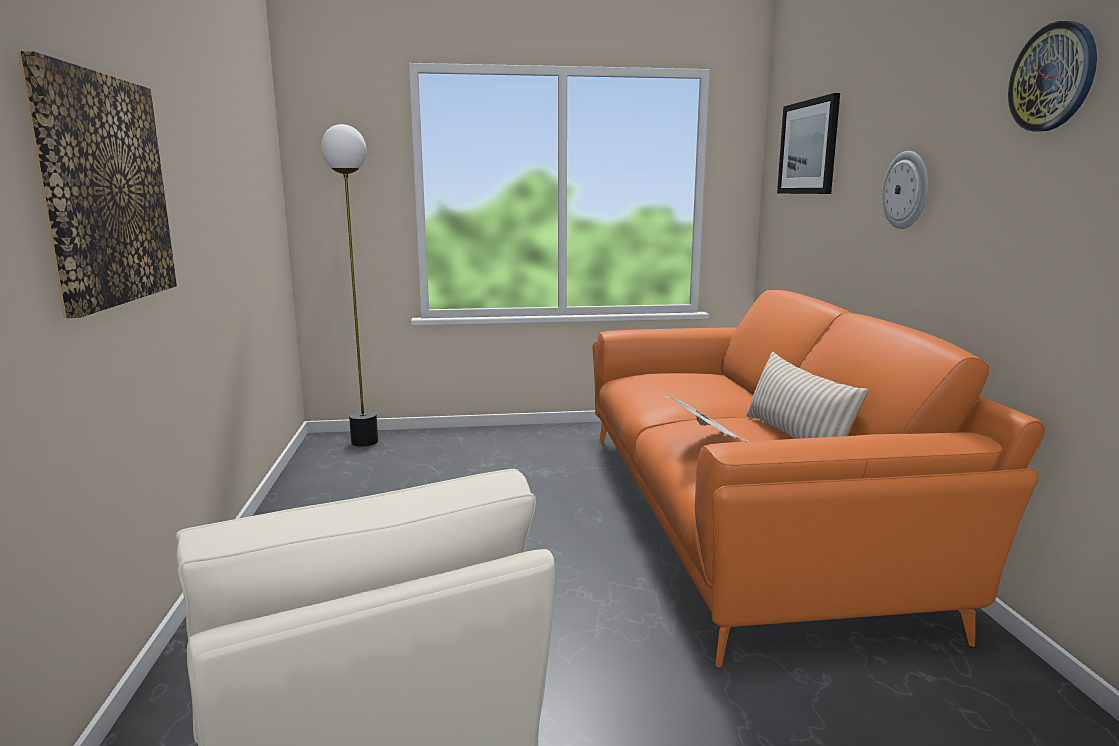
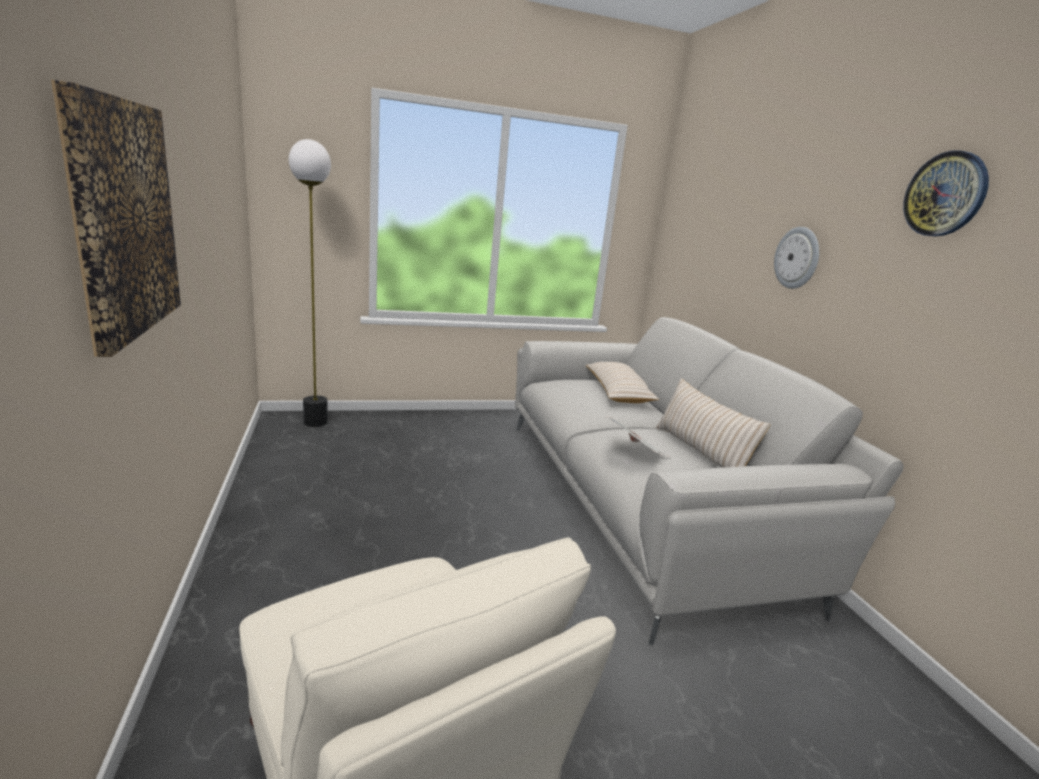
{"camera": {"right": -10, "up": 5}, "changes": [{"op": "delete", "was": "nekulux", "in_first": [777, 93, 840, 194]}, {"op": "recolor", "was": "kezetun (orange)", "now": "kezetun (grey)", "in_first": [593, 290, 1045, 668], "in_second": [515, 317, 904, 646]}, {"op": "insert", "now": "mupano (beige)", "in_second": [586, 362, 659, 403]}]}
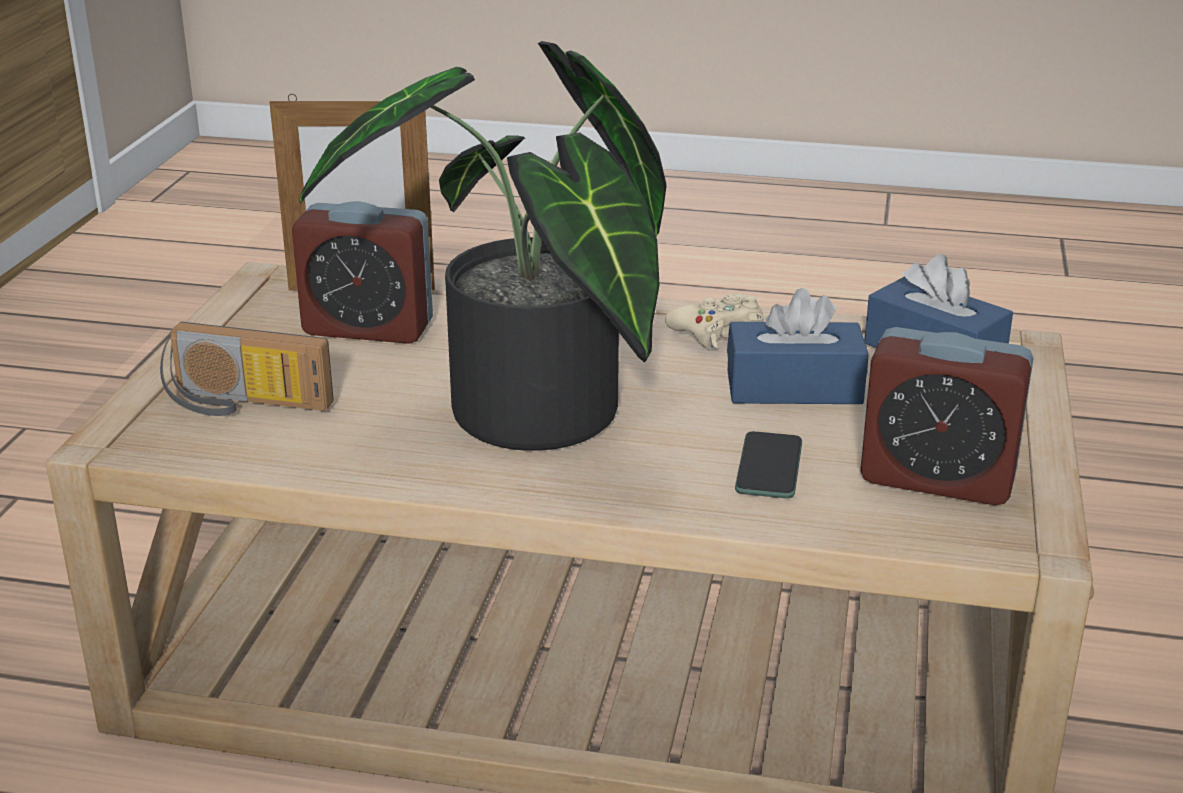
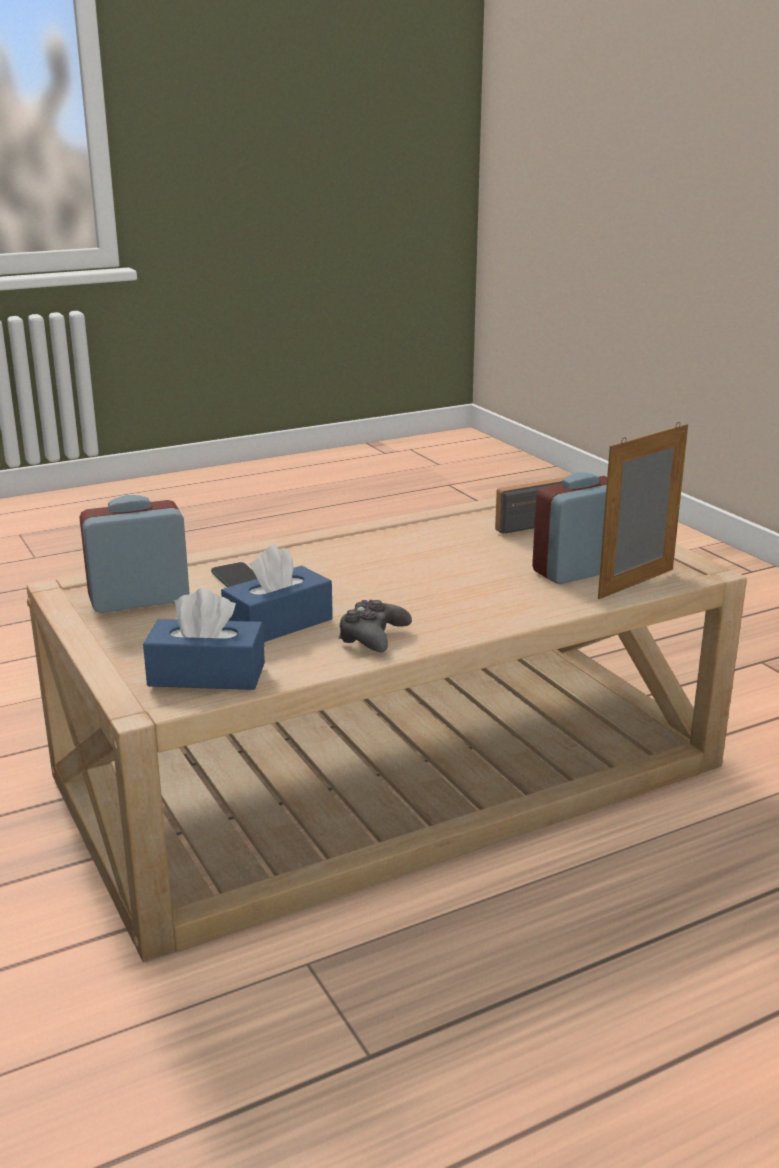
{"camera": {"right": 140, "up": -5}, "changes": [{"op": "delete", "was": "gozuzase", "in_first": [299, 41, 667, 451]}, {"op": "recolor", "was": "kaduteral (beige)", "now": "kaduteral (black)", "in_first": [665, 294, 763, 348], "in_second": [339, 600, 412, 652]}]}
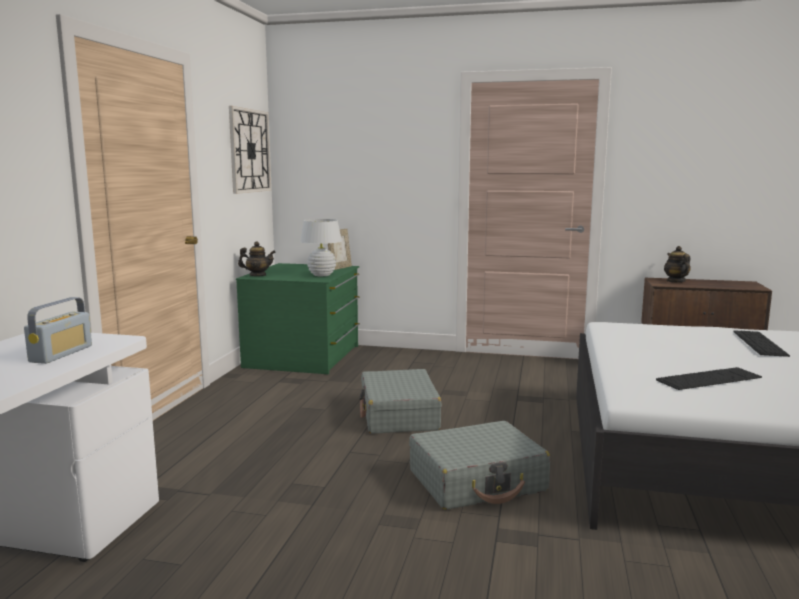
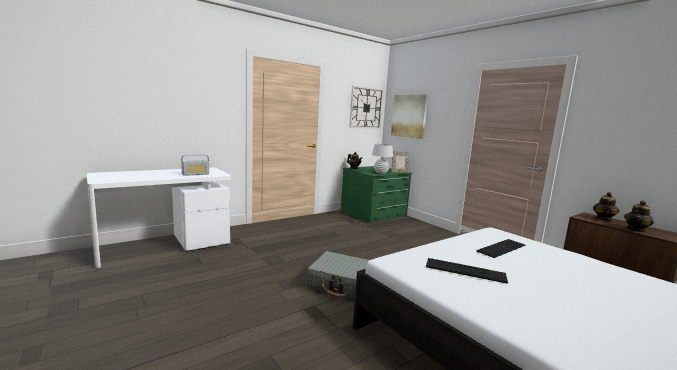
{"camera": {"right": 40, "up": 0}, "changes": [{"op": "move", "was": "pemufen", "in_first": [733, 330, 790, 357], "in_second": [476, 239, 525, 258]}, {"op": "delete", "was": "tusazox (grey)", "in_first": [359, 369, 442, 434]}, {"op": "insert", "now": "nekulux", "in_second": [391, 94, 428, 139]}, {"op": "insert", "now": "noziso", "in_second": [624, 201, 654, 233]}]}
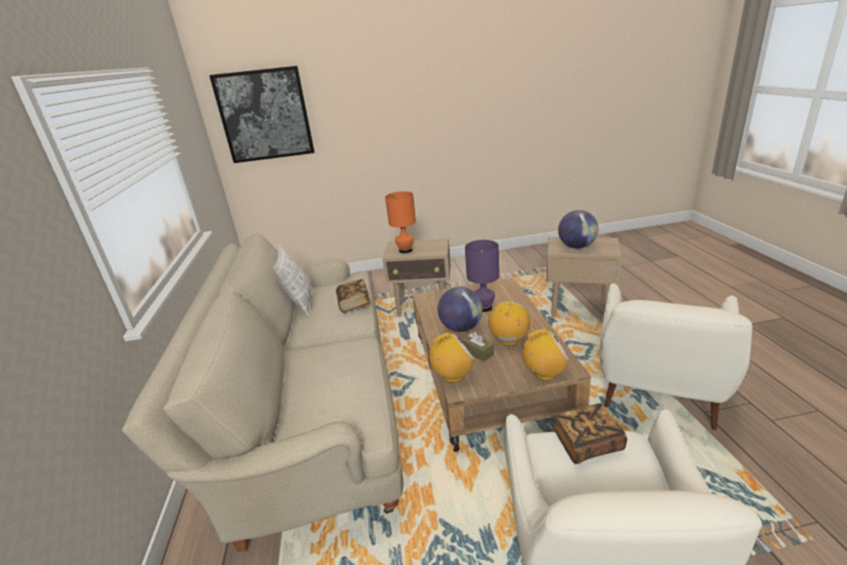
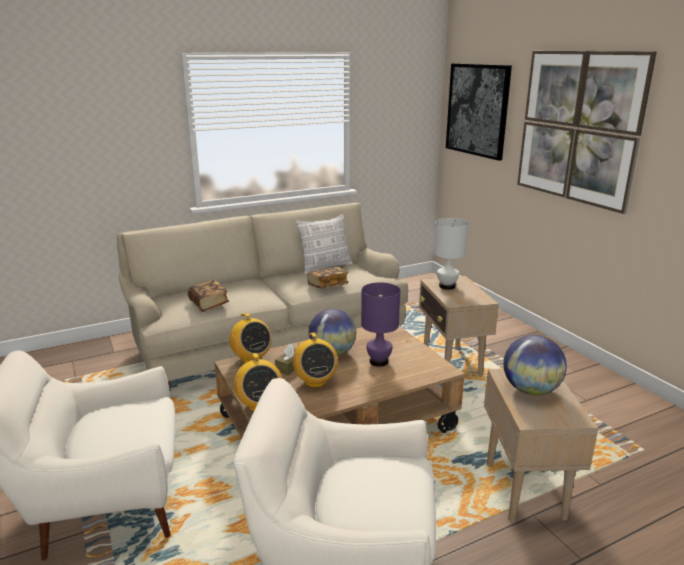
{"camera": {"right": 70, "up": -5}, "changes": [{"op": "recolor", "was": "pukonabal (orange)", "now": "pukonabal (white)", "in_first": [385, 191, 416, 253], "in_second": [434, 218, 468, 290]}, {"op": "rotate", "was": "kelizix", "in_first": [488, 300, 530, 346], "in_second": [293, 332, 338, 388], "clockwise": 75}, {"op": "move", "was": "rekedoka", "in_first": [553, 403, 627, 464], "in_second": [188, 280, 229, 312]}, {"op": "insert", "now": "nekulux", "in_second": [517, 51, 657, 214]}]}
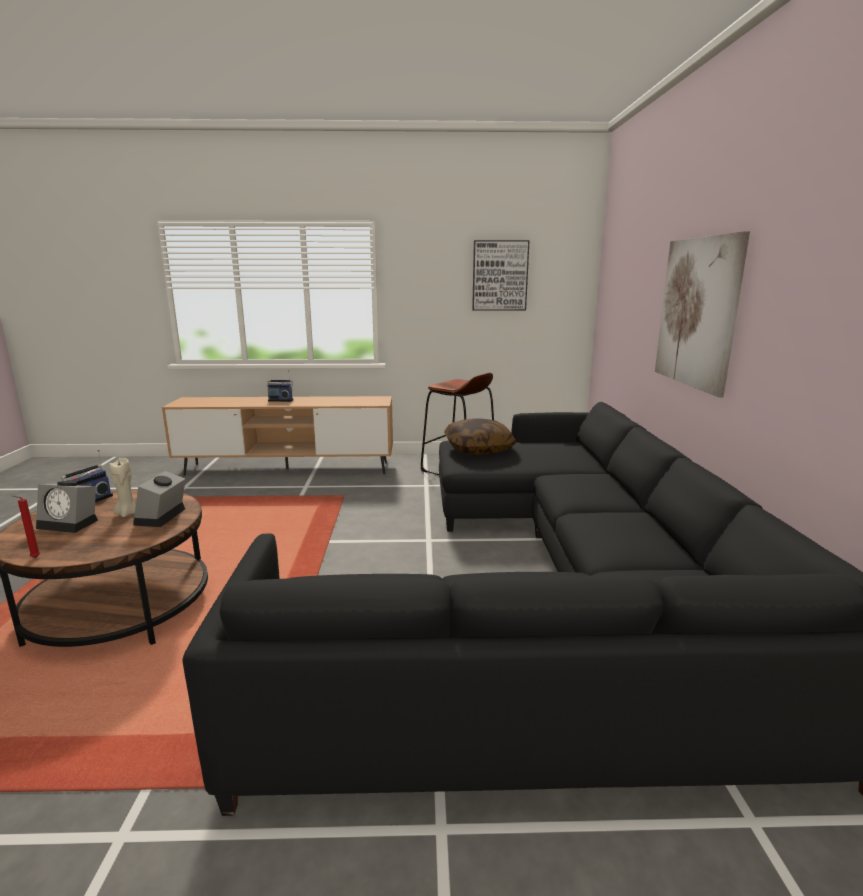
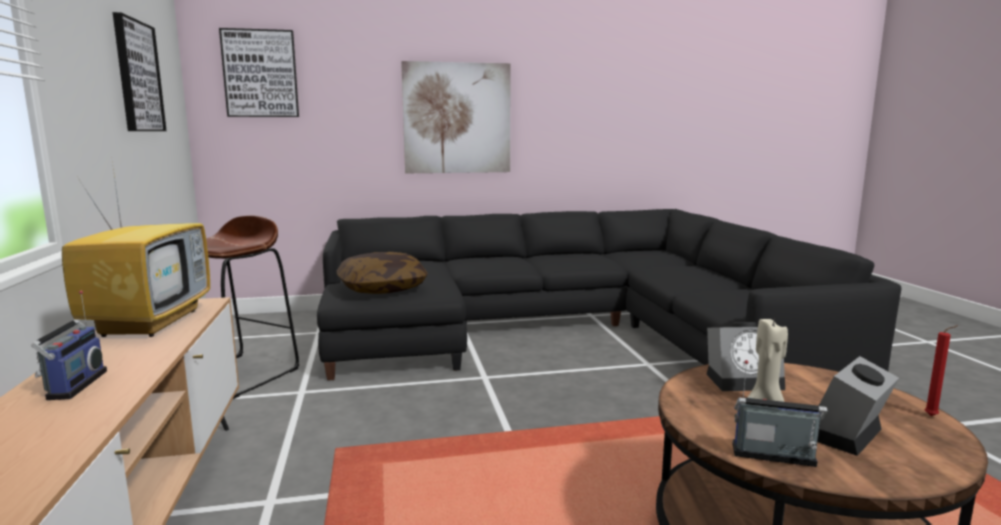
{"camera": {"right": -100, "up": -5}, "changes": [{"op": "rotate", "was": "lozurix", "in_first": [36, 481, 98, 533], "in_second": [817, 356, 899, 456], "clockwise": -135}, {"op": "insert", "now": "nekulux", "in_second": [219, 28, 299, 117]}, {"op": "insert", "now": "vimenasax", "in_second": [62, 168, 210, 337]}]}
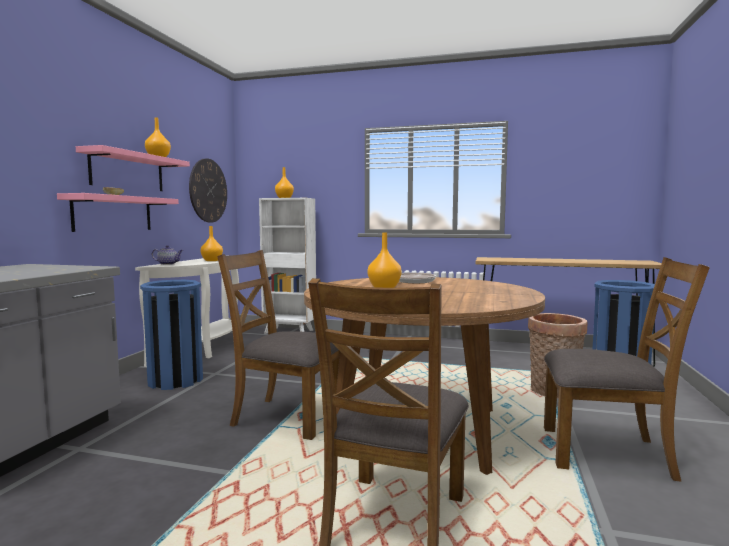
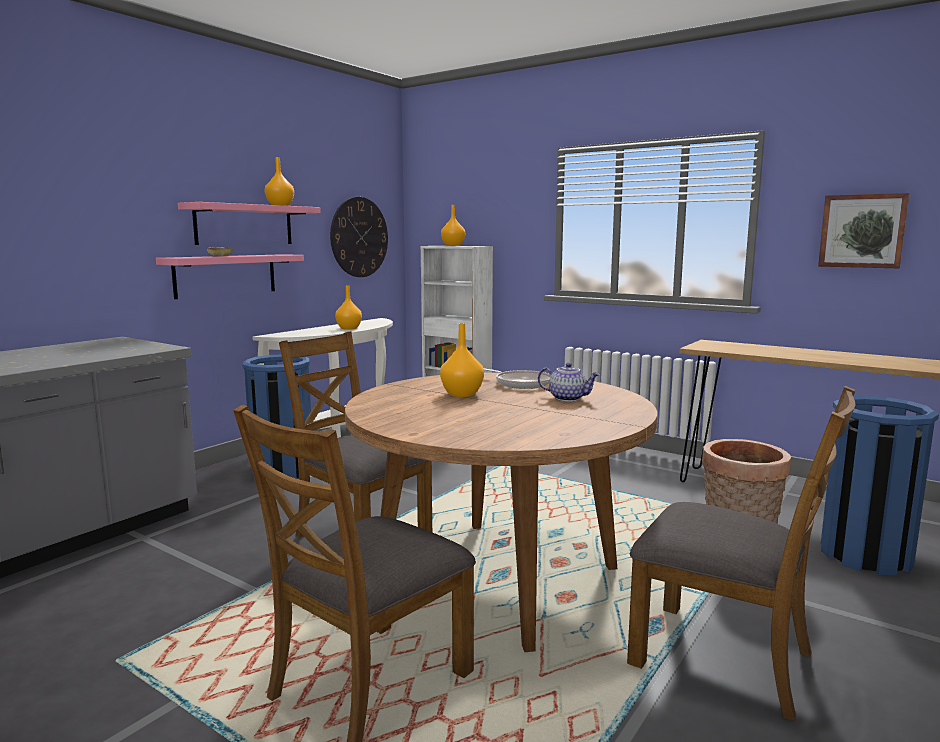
{"camera": {"right": 20, "up": 5}, "changes": [{"op": "move", "was": "noziso", "in_first": [152, 245, 183, 265], "in_second": [538, 362, 600, 402]}, {"op": "insert", "now": "nekulux", "in_second": [818, 193, 910, 268]}]}
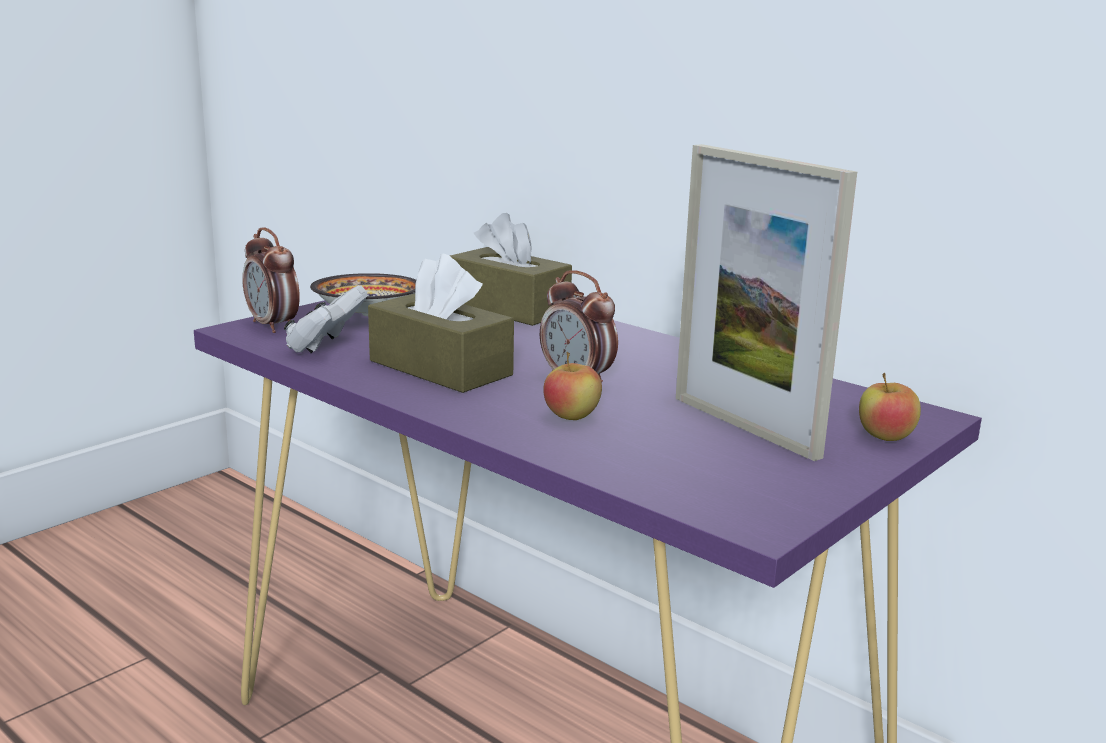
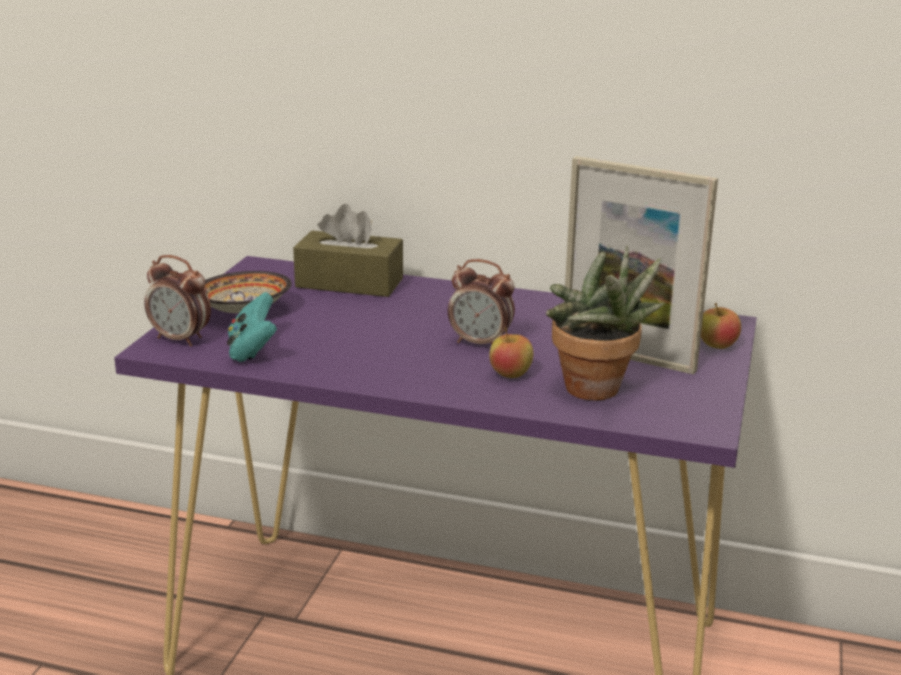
{"camera": {"right": -25, "up": 5}, "changes": [{"op": "delete", "was": "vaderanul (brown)", "in_first": [368, 253, 514, 393]}, {"op": "recolor", "was": "kaduteral (white)", "now": "kaduteral (turquoise)", "in_first": [284, 285, 368, 353], "in_second": [227, 292, 277, 362]}, {"op": "insert", "now": "gozuzase", "in_second": [546, 245, 665, 401]}]}
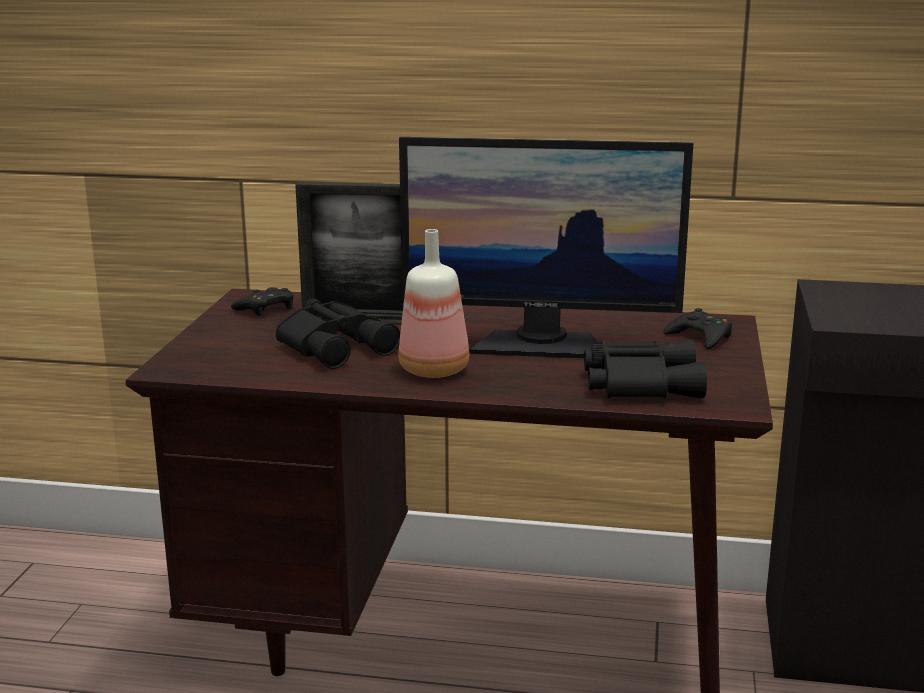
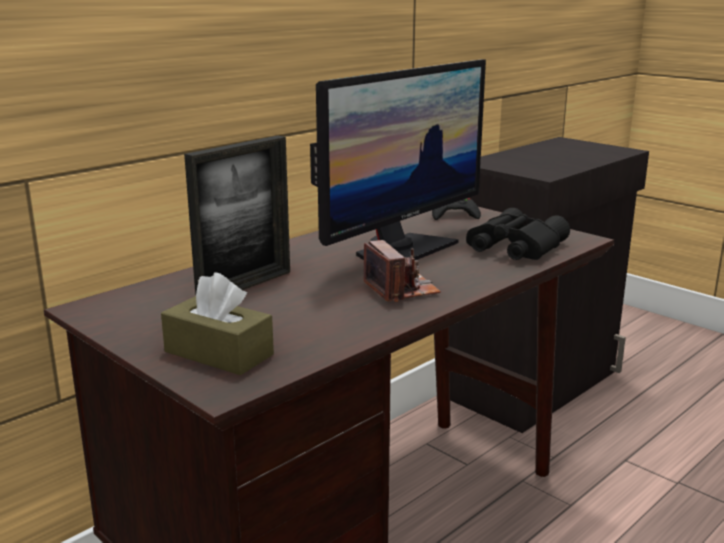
{"camera": {"right": -55, "up": 0}, "changes": [{"op": "replace", "was": "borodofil", "now": "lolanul", "in_first": [399, 229, 469, 378], "in_second": [363, 240, 441, 302]}, {"op": "delete", "was": "kaduteral (black)", "in_first": [231, 287, 293, 316]}, {"op": "delete", "was": "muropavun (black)", "in_first": [276, 298, 400, 369]}, {"op": "insert", "now": "vaderanul (brown)", "in_second": [161, 272, 274, 375]}]}
